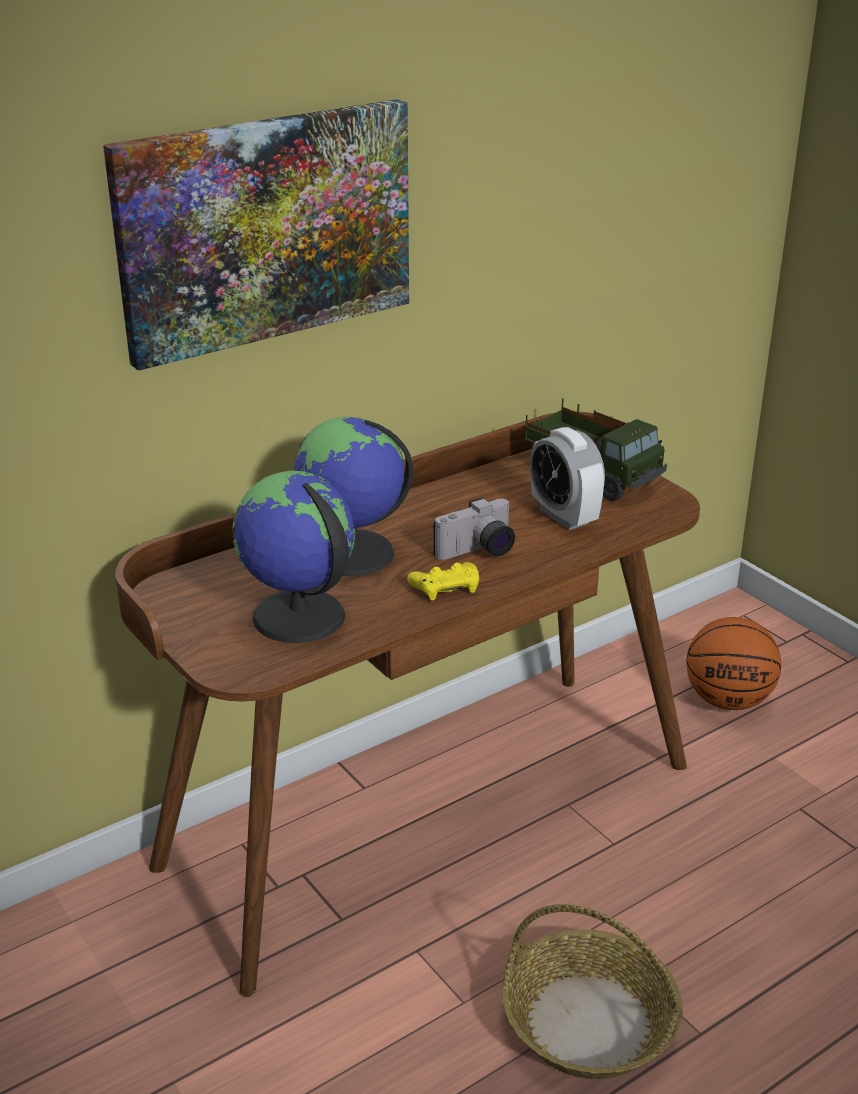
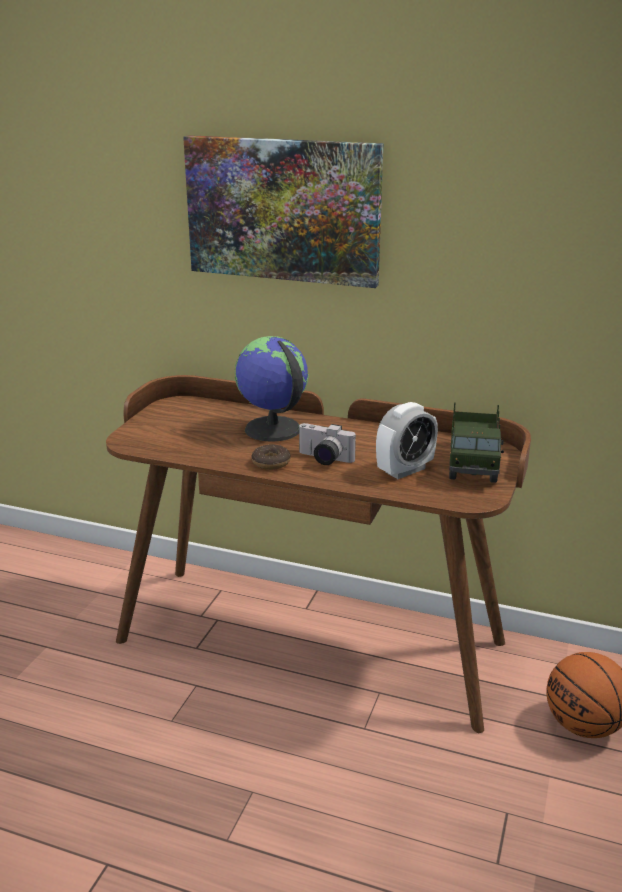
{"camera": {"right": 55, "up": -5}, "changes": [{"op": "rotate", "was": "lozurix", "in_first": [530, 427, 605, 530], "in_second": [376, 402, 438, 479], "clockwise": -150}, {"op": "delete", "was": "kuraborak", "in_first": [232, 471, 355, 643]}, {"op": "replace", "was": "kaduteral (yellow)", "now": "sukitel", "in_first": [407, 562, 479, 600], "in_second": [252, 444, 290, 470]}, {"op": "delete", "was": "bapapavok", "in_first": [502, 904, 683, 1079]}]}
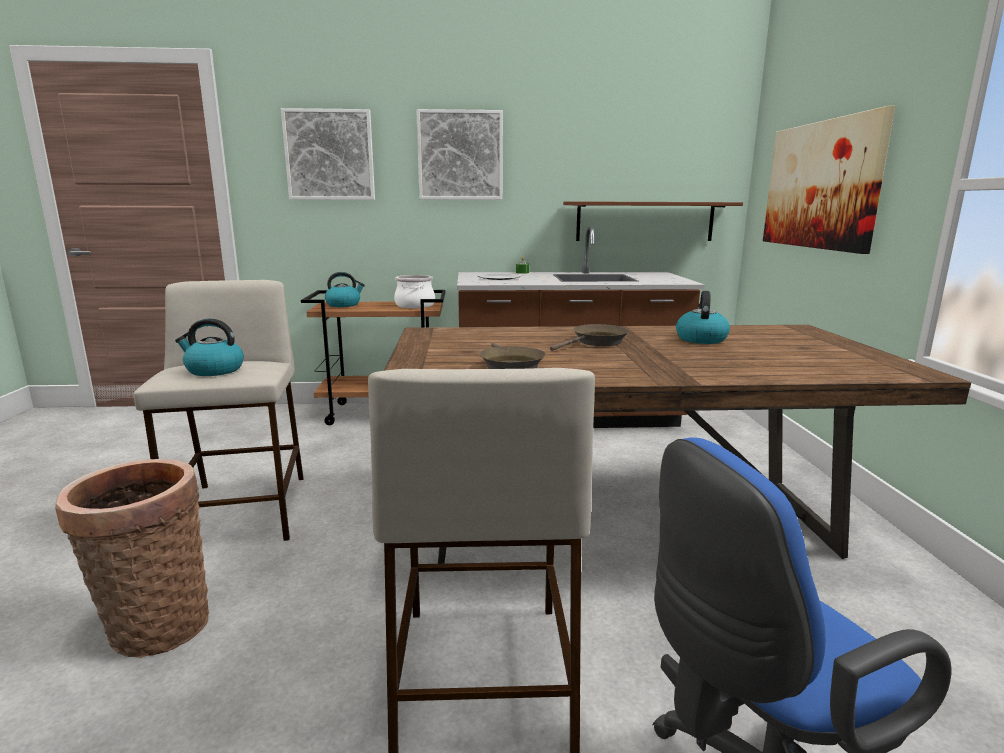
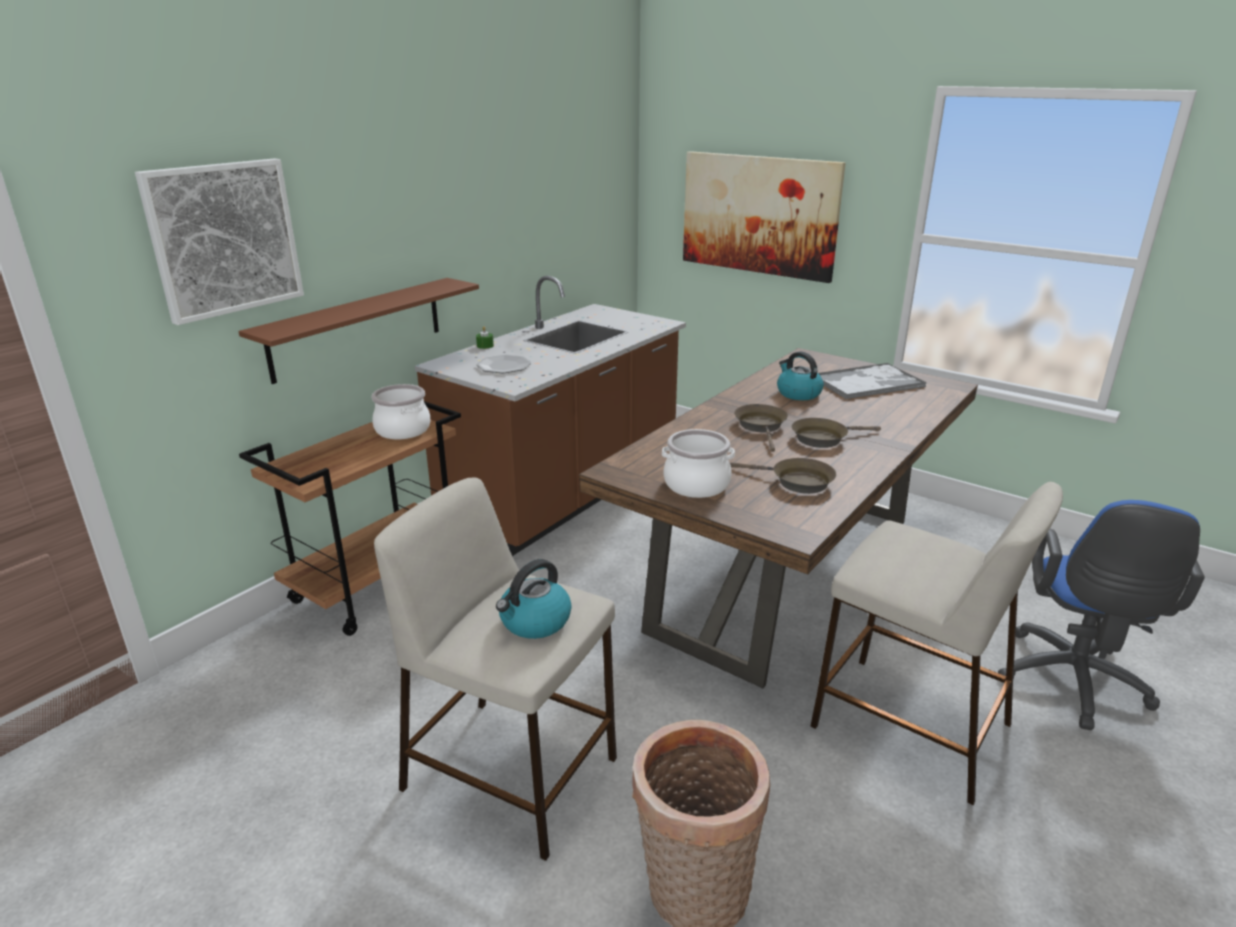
{"camera": {"right": -50, "up": 10}, "changes": [{"op": "delete", "was": "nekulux", "in_first": [416, 109, 503, 200]}, {"op": "move", "was": "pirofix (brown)", "in_first": [563, 201, 743, 241], "in_second": [238, 278, 479, 384]}, {"op": "delete", "was": "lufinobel", "in_first": [325, 272, 365, 307]}, {"op": "insert", "now": "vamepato", "in_second": [818, 363, 926, 400]}, {"op": "insert", "now": "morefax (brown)", "in_second": [792, 418, 881, 448]}, {"op": "insert", "now": "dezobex", "in_second": [662, 429, 735, 498]}]}
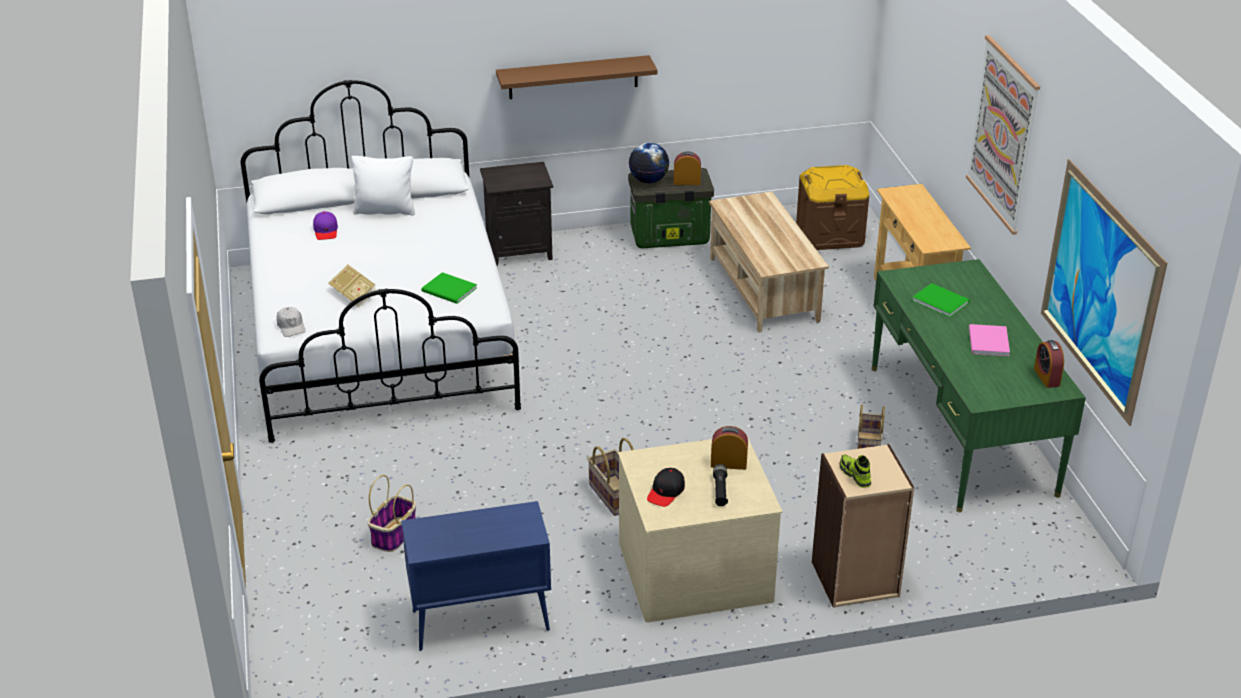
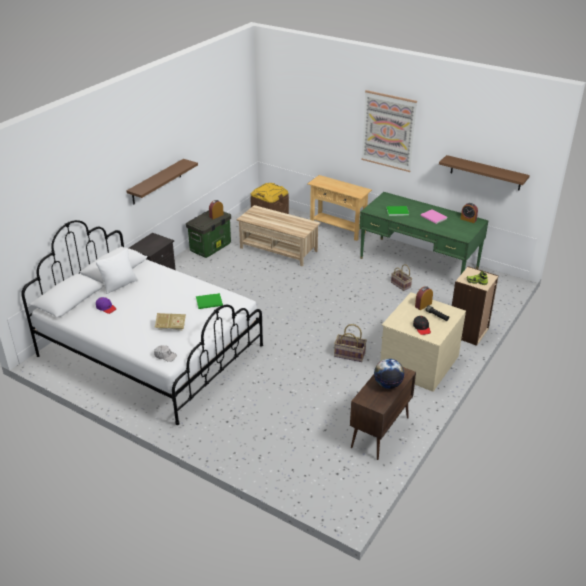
{"camera": {"right": -45, "up": 0}, "changes": [{"op": "move", "was": "kuraborak", "in_first": [629, 143, 669, 183], "in_second": [374, 359, 404, 389]}, {"op": "replace", "was": "nekulux", "now": "pirofix (brown)", "in_first": [1041, 159, 1167, 426], "in_second": [439, 155, 530, 190]}, {"op": "delete", "was": "bapapavok", "in_first": [368, 475, 416, 552]}, {"op": "recolor", "was": "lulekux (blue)", "now": "lulekux (brown)", "in_first": [401, 501, 551, 651], "in_second": [350, 367, 416, 460]}]}
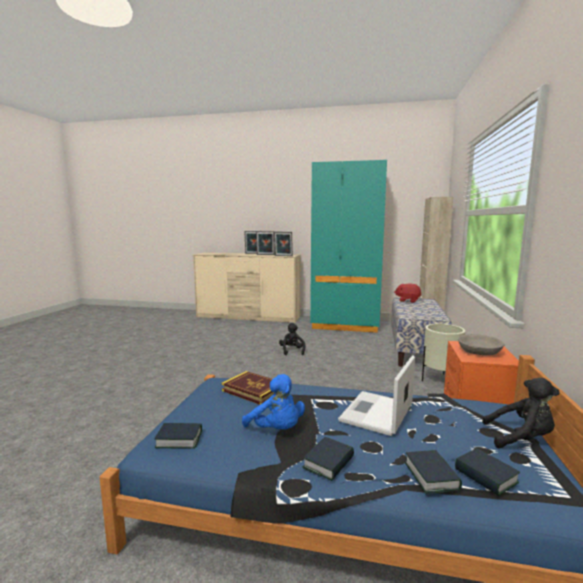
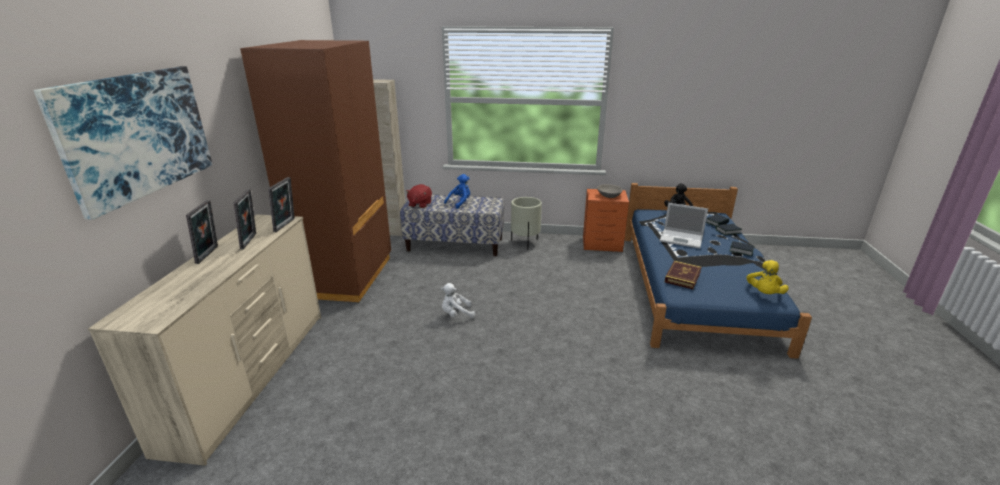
{"camera": {"right": -95, "up": 15}, "changes": [{"op": "recolor", "was": "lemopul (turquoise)", "now": "lemopul (brown)", "in_first": [310, 160, 387, 333], "in_second": [240, 40, 391, 303]}, {"op": "recolor", "was": "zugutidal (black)", "now": "zugutidal (white)", "in_first": [279, 323, 305, 355], "in_second": [441, 283, 476, 318]}, {"op": "move", "was": "zugutidal (blue)", "in_first": [242, 374, 305, 429], "in_second": [444, 174, 470, 209]}, {"op": "replace", "was": "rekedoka", "now": "zugutidal (yellow)", "in_first": [154, 423, 202, 449], "in_second": [747, 260, 789, 294]}, {"op": "insert", "now": "nekulux", "in_second": [34, 66, 213, 220]}]}
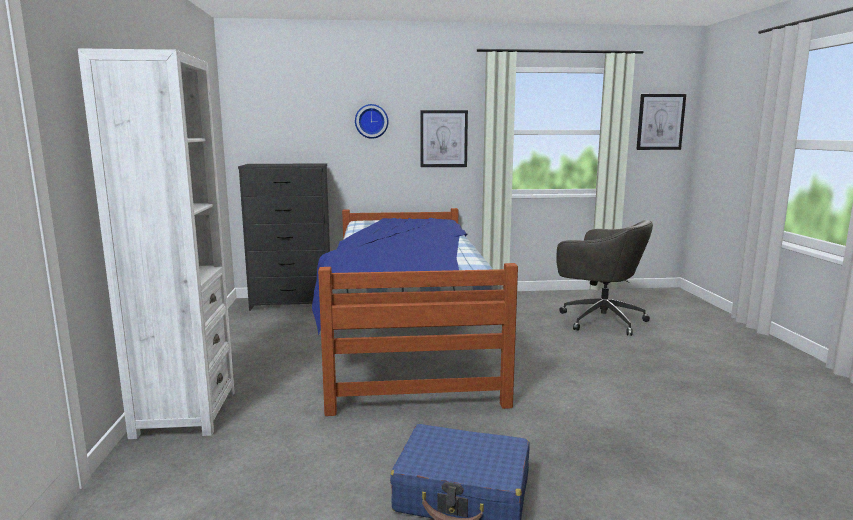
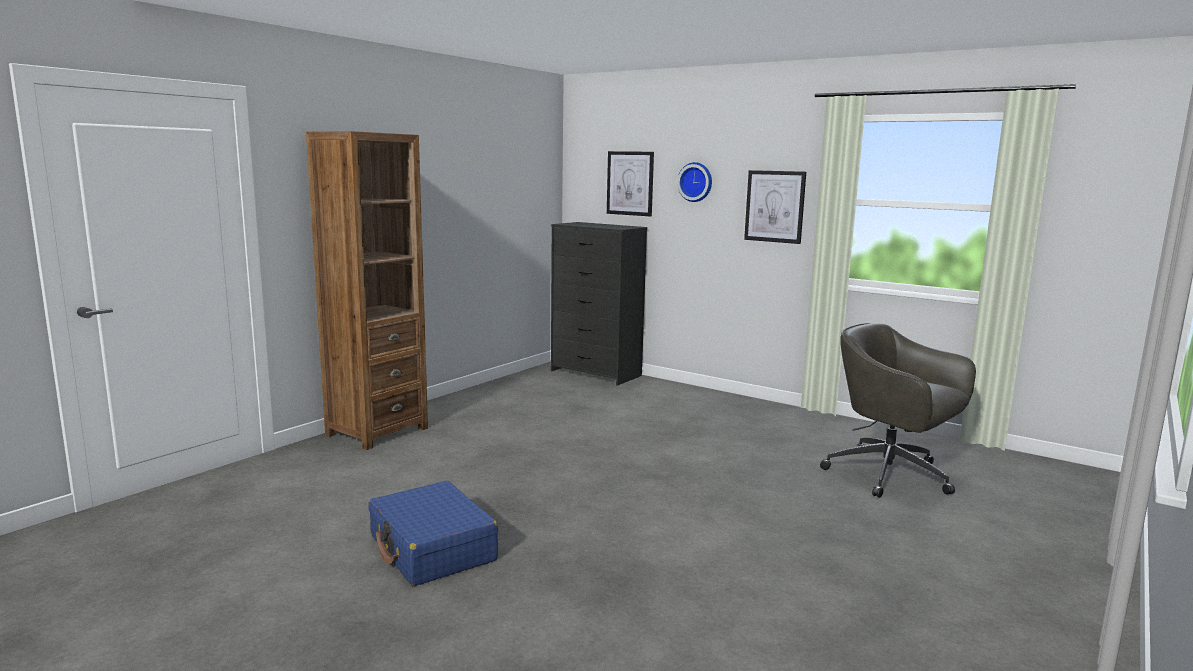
{"camera": {"right": 40, "up": 0}, "changes": [{"op": "recolor", "was": "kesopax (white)", "now": "kesopax (brown)", "in_first": [78, 48, 235, 439], "in_second": [306, 131, 428, 450]}, {"op": "move", "was": "nekulux", "in_first": [636, 94, 686, 150], "in_second": [607, 151, 654, 217]}, {"op": "delete", "was": "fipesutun", "in_first": [312, 208, 518, 416]}, {"op": "rotate", "was": "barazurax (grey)", "in_first": [556, 220, 653, 336], "in_second": [820, 323, 976, 498], "clockwise": 150}]}
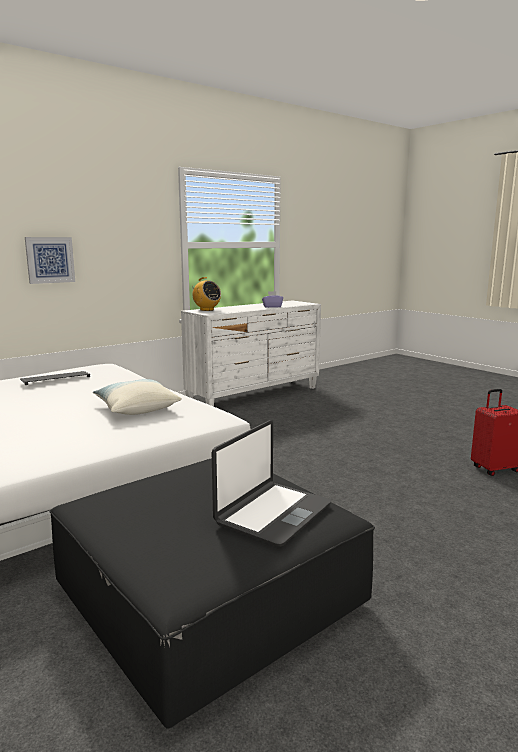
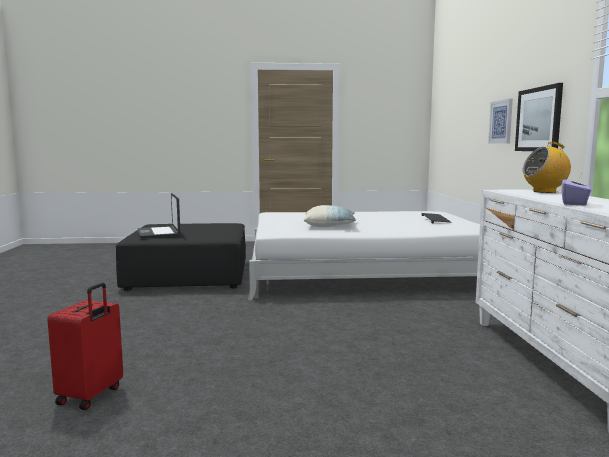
{"camera": {"right": 125, "up": -5}, "changes": [{"op": "insert", "now": "nekulux", "in_second": [515, 83, 563, 151]}]}
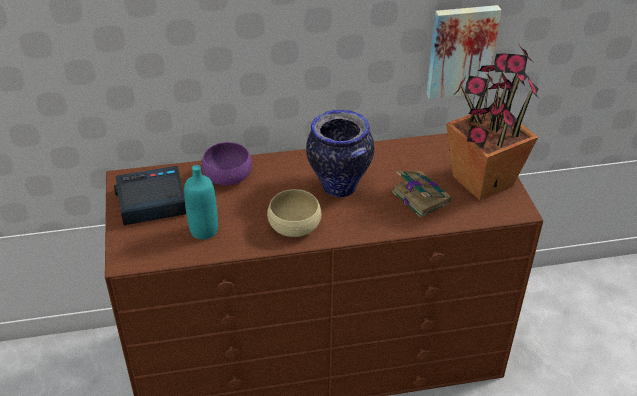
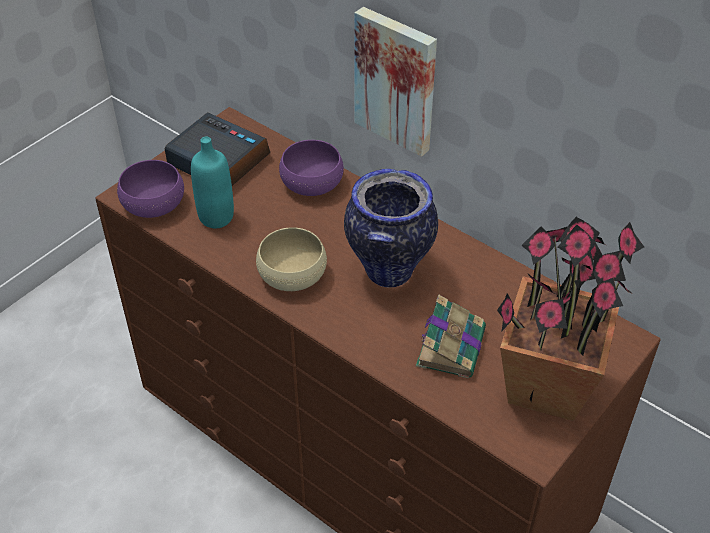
{"camera": {"right": 50, "up": 5}, "changes": [{"op": "move", "was": "nekulux", "in_first": [426, 5, 501, 99], "in_second": [355, 7, 437, 157]}, {"op": "insert", "now": "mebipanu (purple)", "in_second": [117, 160, 184, 218]}]}
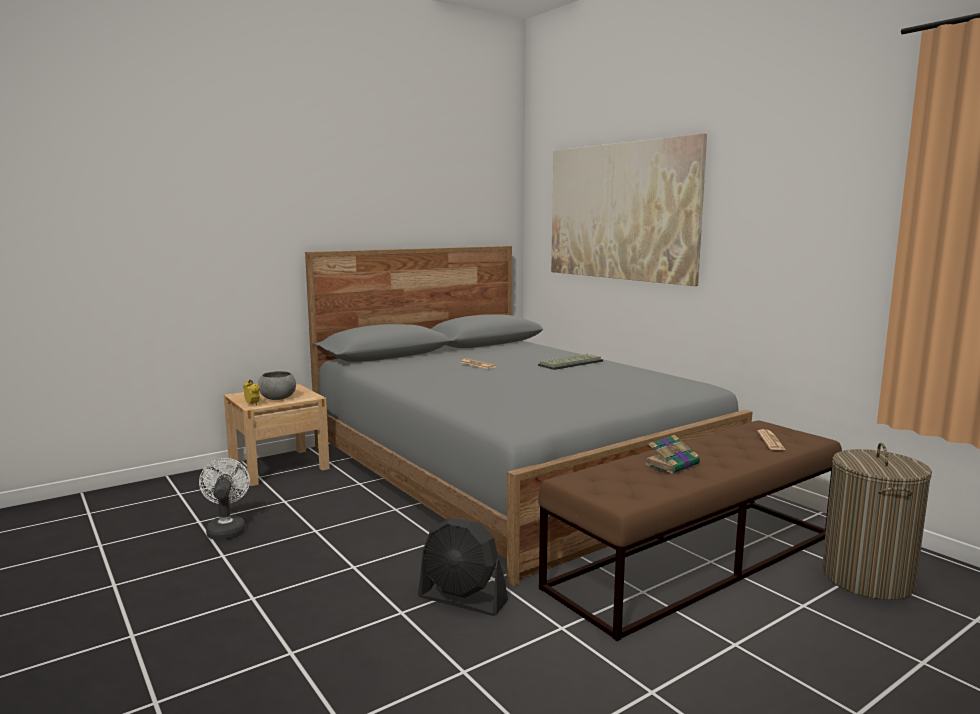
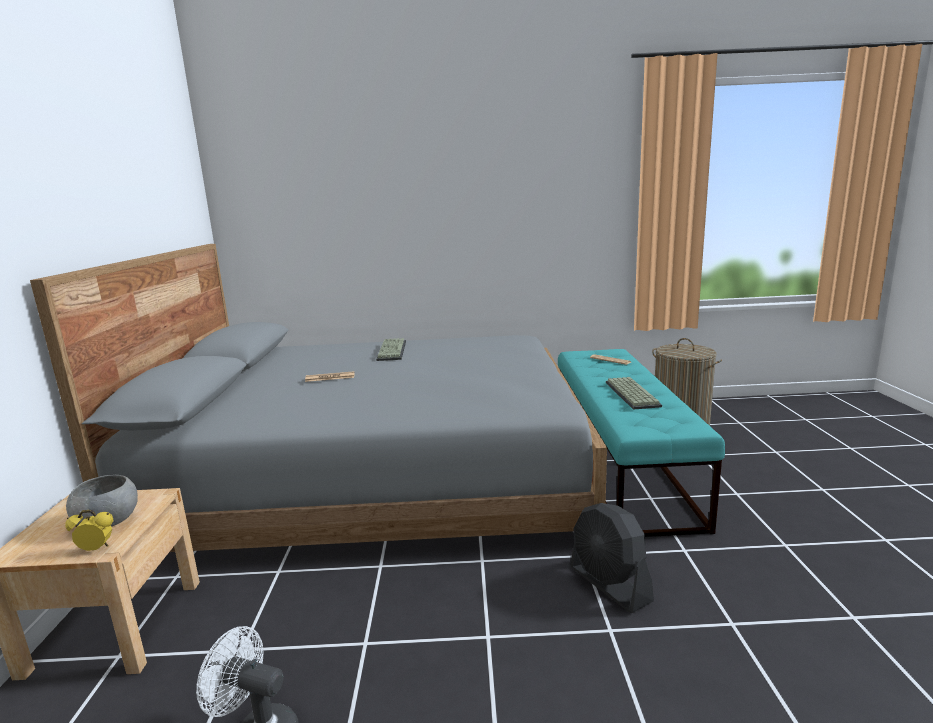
{"camera": {"right": -55, "up": 5}, "changes": [{"op": "delete", "was": "nekulux", "in_first": [551, 133, 707, 286]}, {"op": "recolor", "was": "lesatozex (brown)", "now": "lesatozex (turquoise)", "in_first": [538, 420, 842, 641], "in_second": [558, 349, 725, 537]}, {"op": "replace", "was": "rekedoka", "now": "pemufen", "in_first": [645, 435, 700, 474], "in_second": [606, 377, 662, 410]}, {"op": "rotate", "was": "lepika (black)", "in_first": [418, 518, 508, 616], "in_second": [570, 503, 654, 613], "clockwise": 90}]}
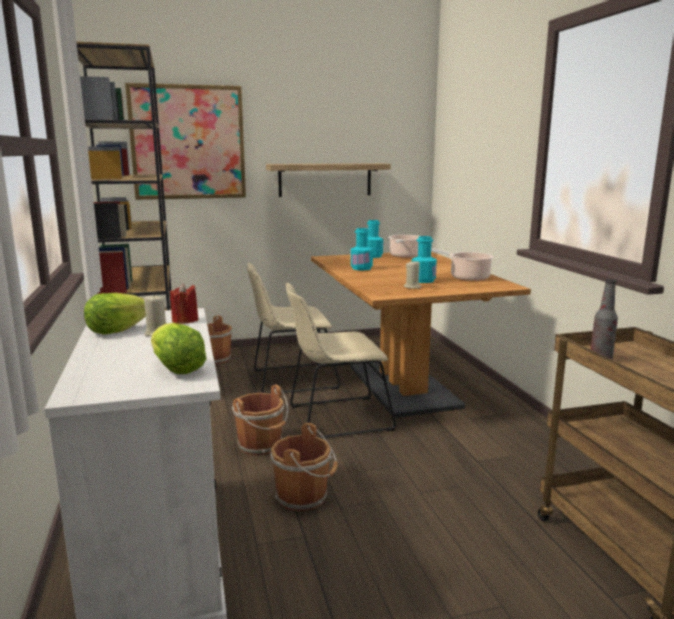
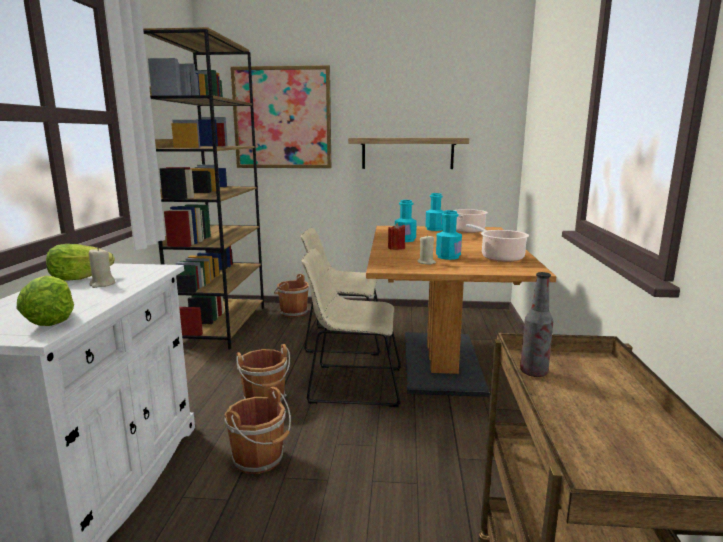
{"camera": {"right": 20, "up": 0}, "changes": [{"op": "move", "was": "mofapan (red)", "in_first": [170, 283, 198, 324], "in_second": [388, 223, 405, 250]}]}
